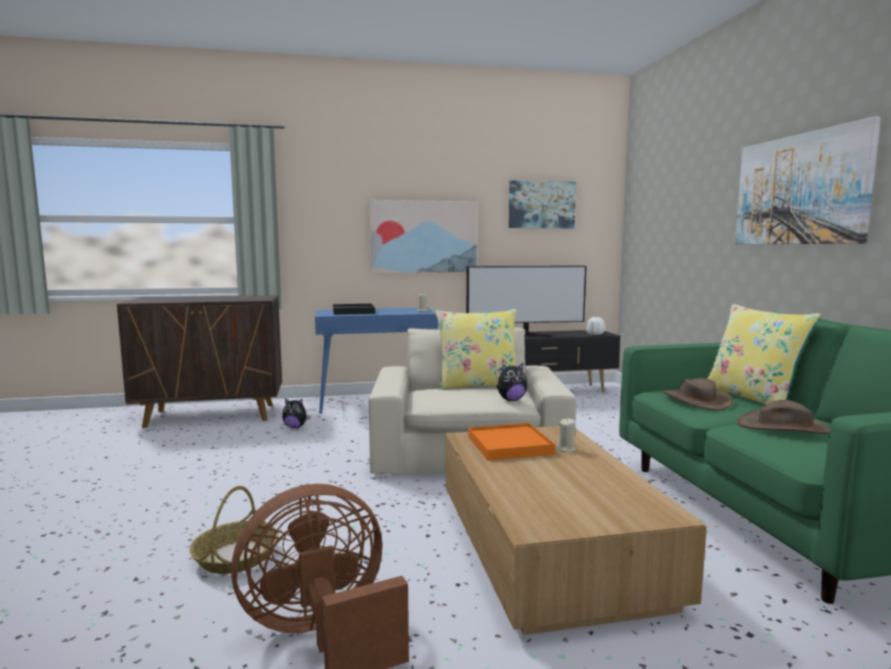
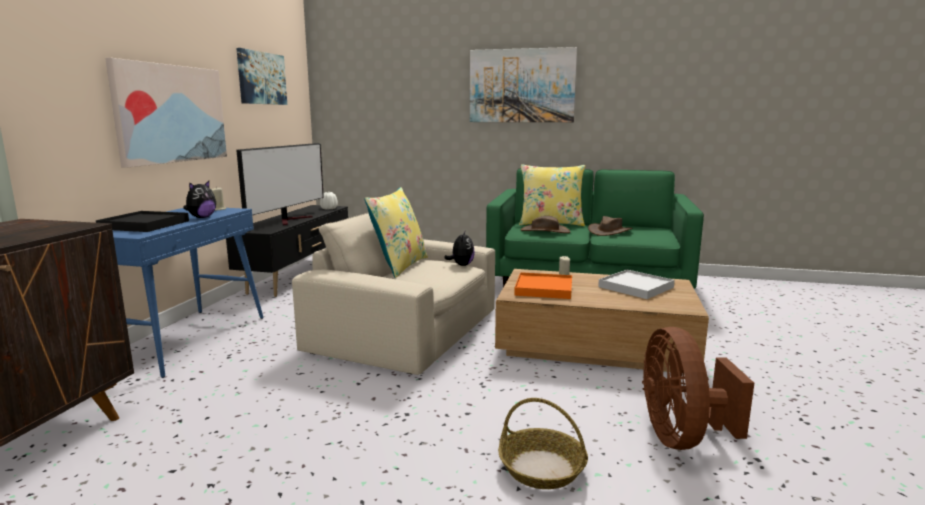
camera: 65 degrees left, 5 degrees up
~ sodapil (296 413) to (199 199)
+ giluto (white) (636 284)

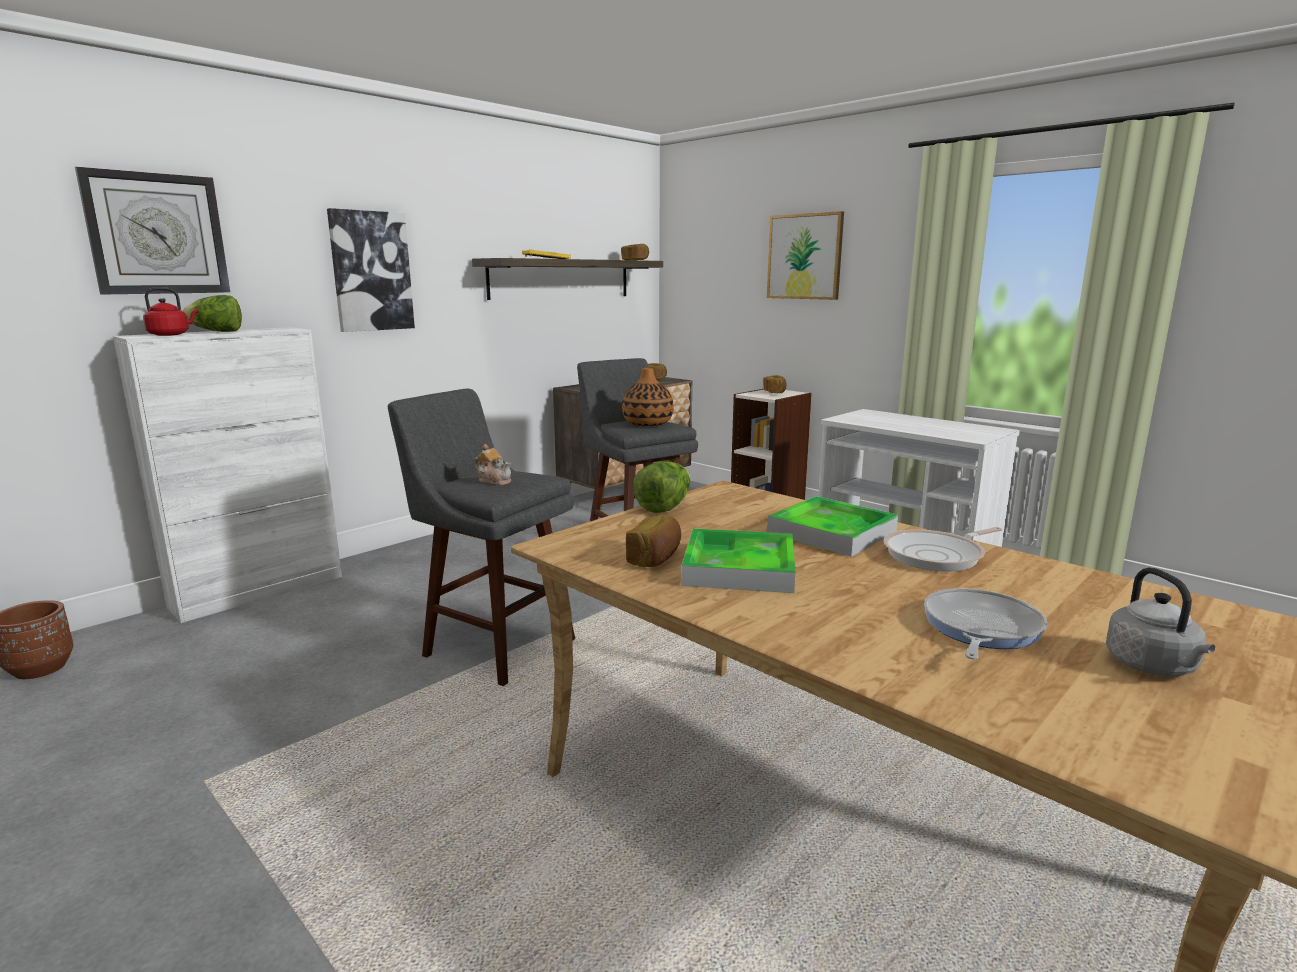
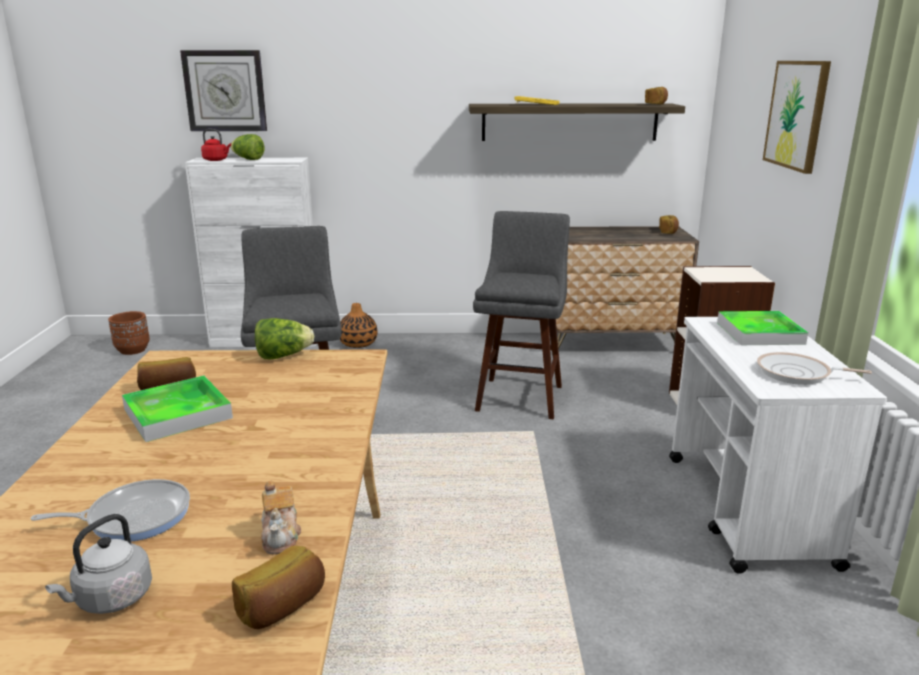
camera: 45 degrees right, 5 degrees up
~ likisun (775 384) to (278 587)
~ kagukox (492 464) to (281 517)
~ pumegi (648 397) to (358 325)
~ giluto (832 526) to (762 328)
~ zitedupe (942 549) to (814 368)
- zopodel (371 270)

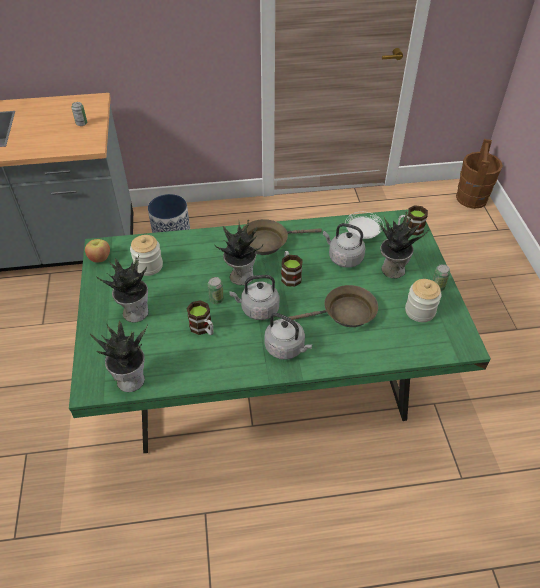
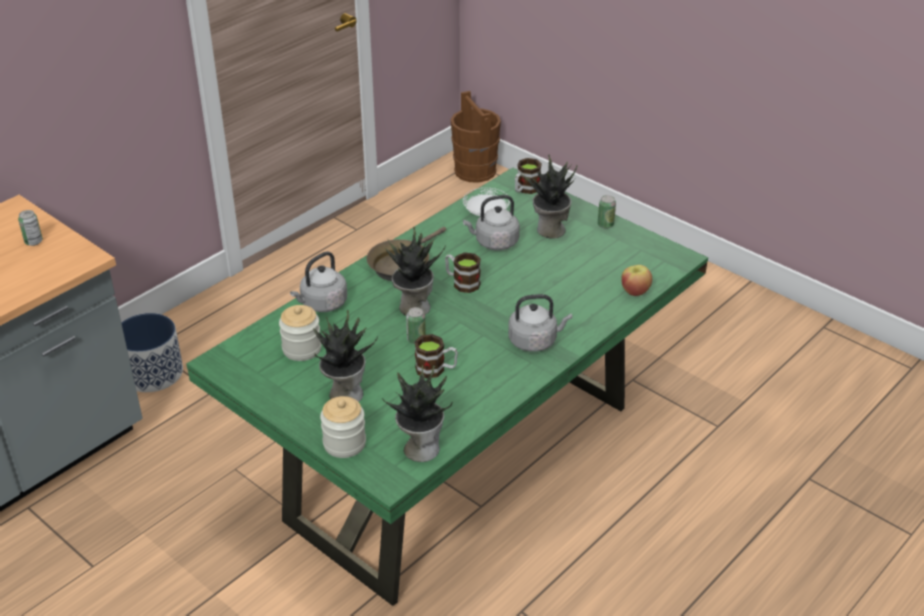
camera: 40 degrees left, 10 degrees down
~ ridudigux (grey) (254 297) to (318 281)
~ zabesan (423 300) to (343 427)
~ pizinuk (97 251) to (636 280)
- zitedupe (brown) (333 306)

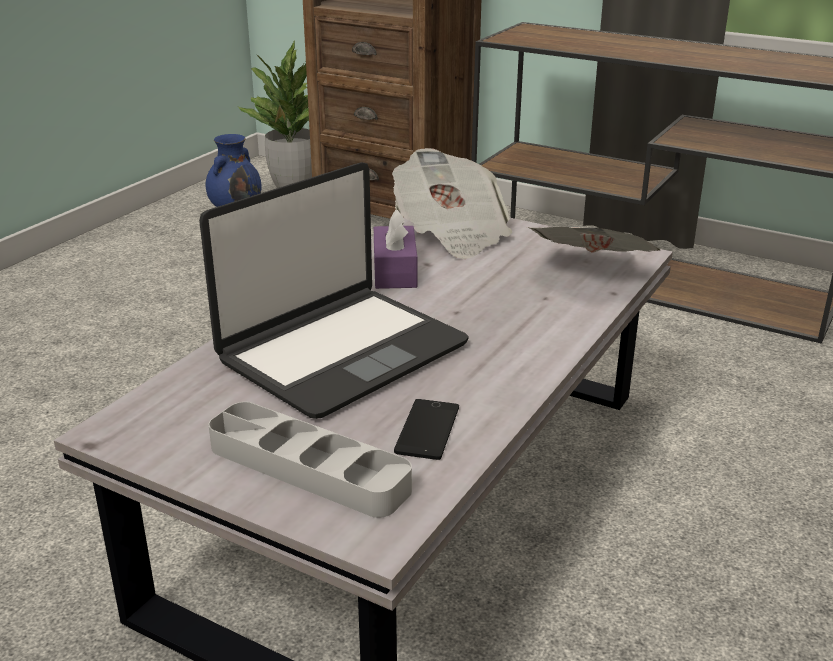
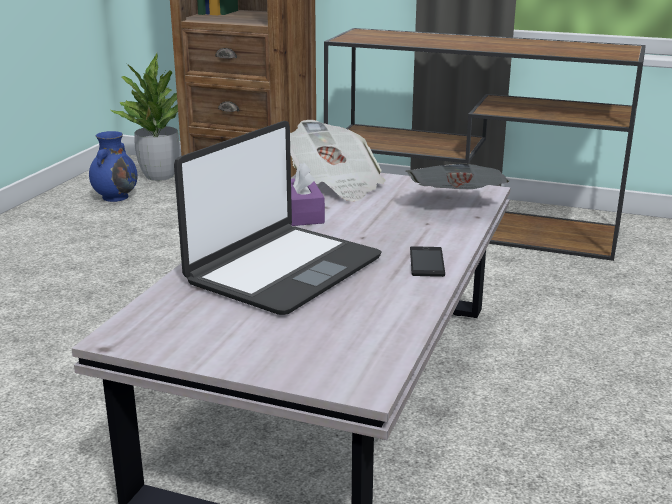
camera: 10 degrees left, 5 degrees down
~ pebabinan (426 429) to (427 261)
- giluto (grey) (310 460)

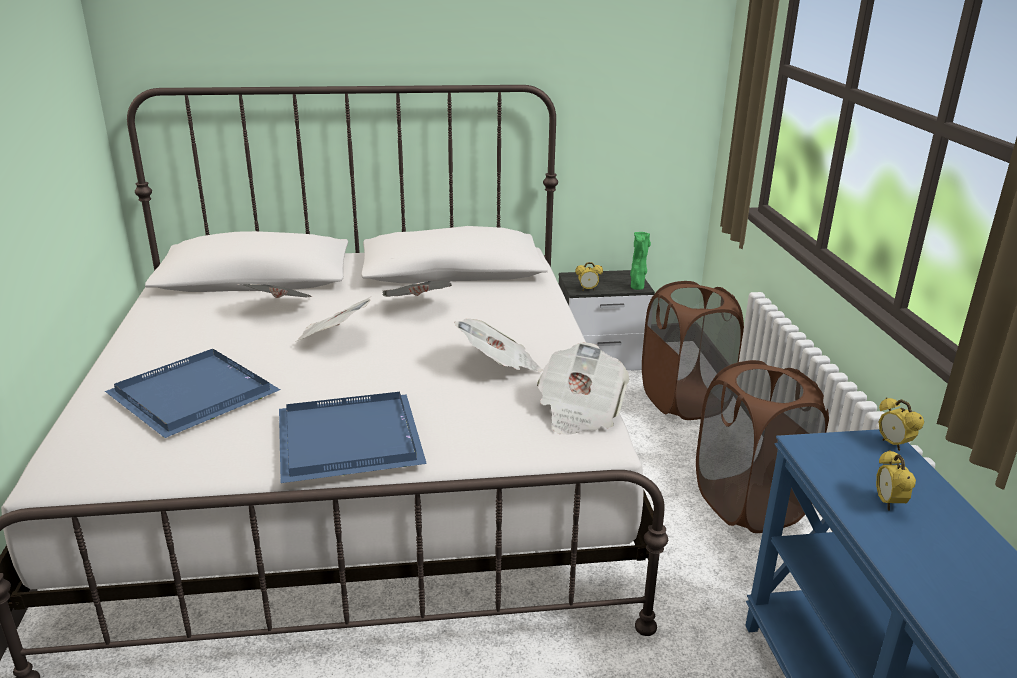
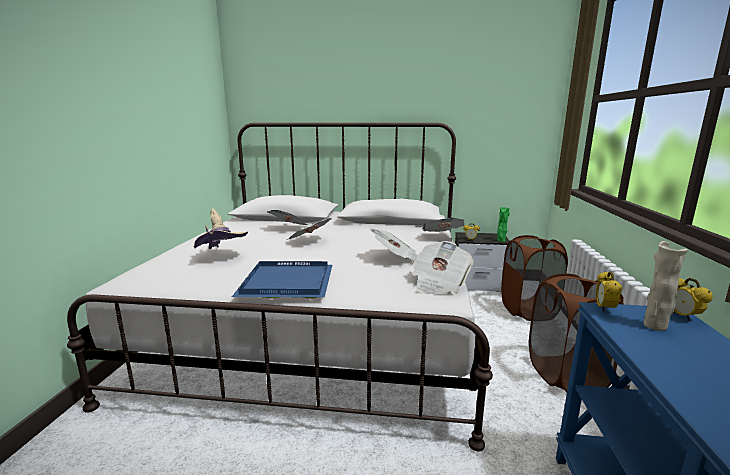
camera: 15 degrees right, 10 degrees down
~ giluto (blue) (193 393) to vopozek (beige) (220 228)
~ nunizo (417 288) to (443 225)
~ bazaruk (896 480) to (609 292)
+ pumegi (beige) (666 286)

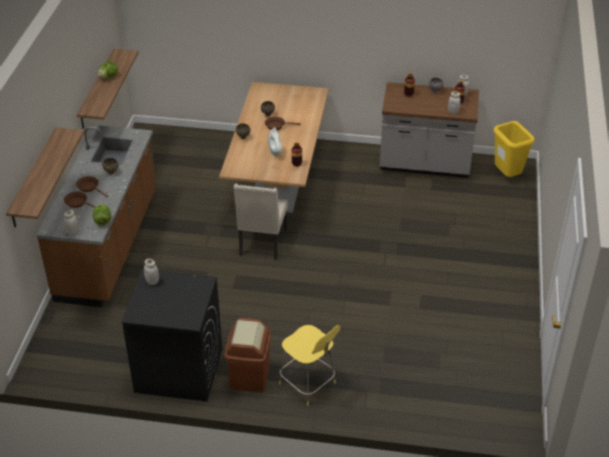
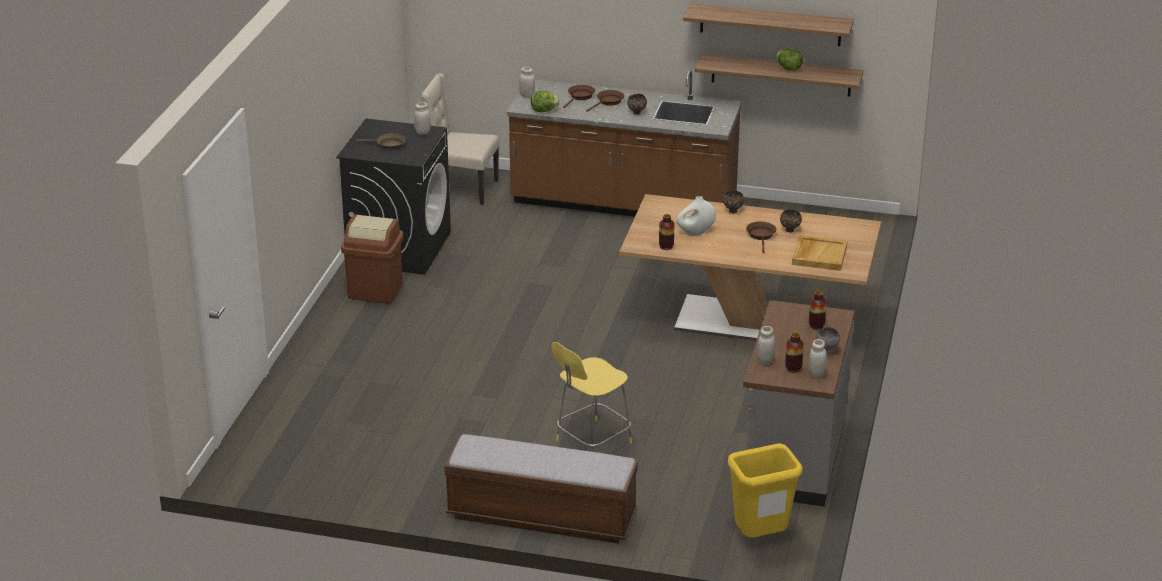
camera: 95 degrees right, 10 degrees down
+ zitedupe (brown) (381 141)
~ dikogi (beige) (261 221) to (460 139)
+ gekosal (541 488)
~ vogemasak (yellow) (310 365) to (591 397)
~ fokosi (45 177) to (768 24)
+ giluto (beige) (819 253)

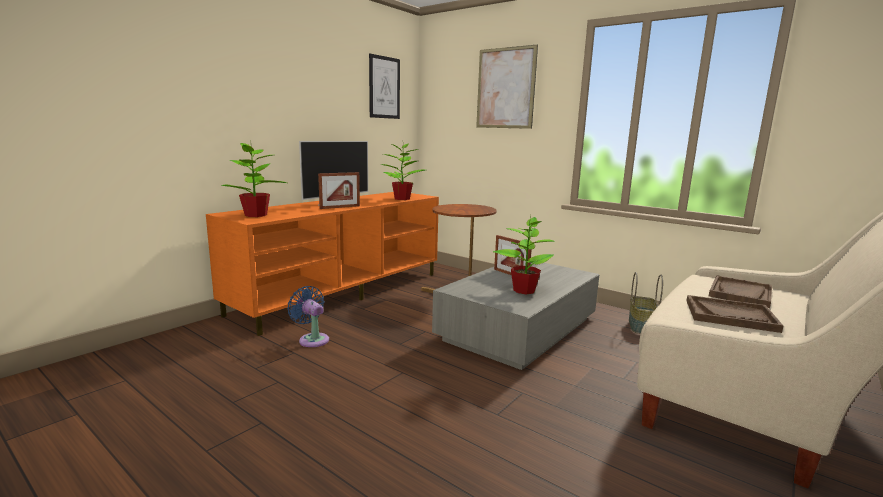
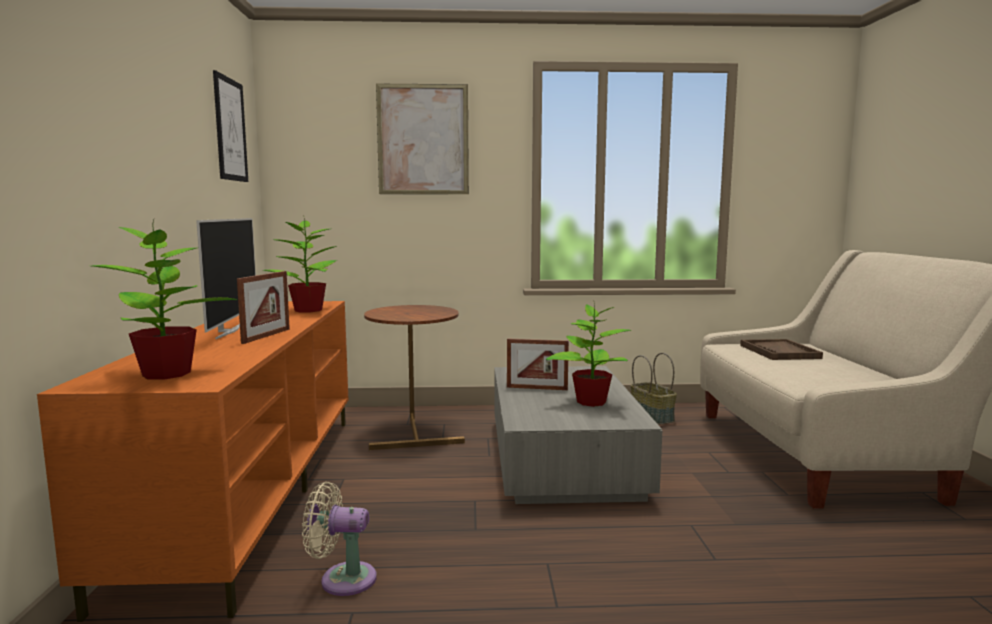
camera: 40 degrees left, 5 degrees down
~ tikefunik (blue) (308 316) to tikefunik (beige) (339 539)
- giluto (brown) (735 314)

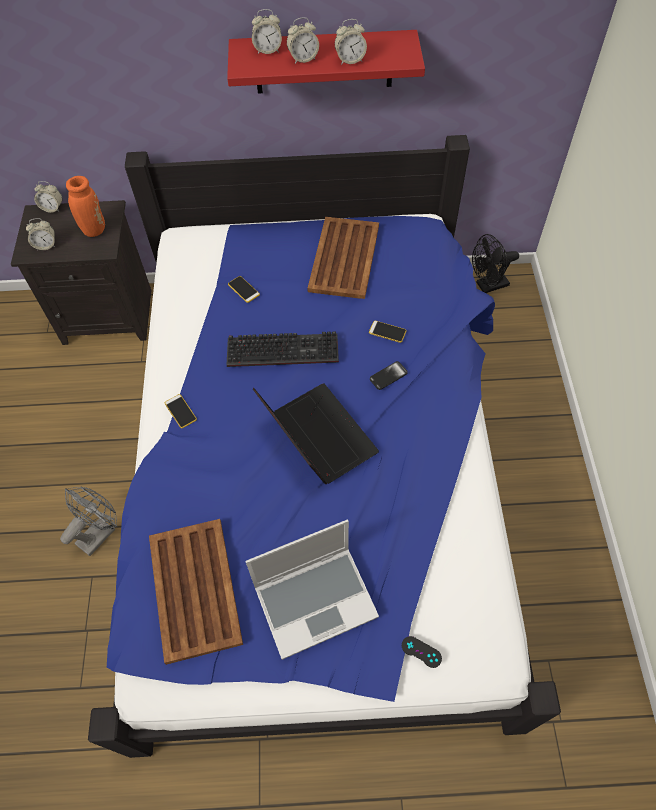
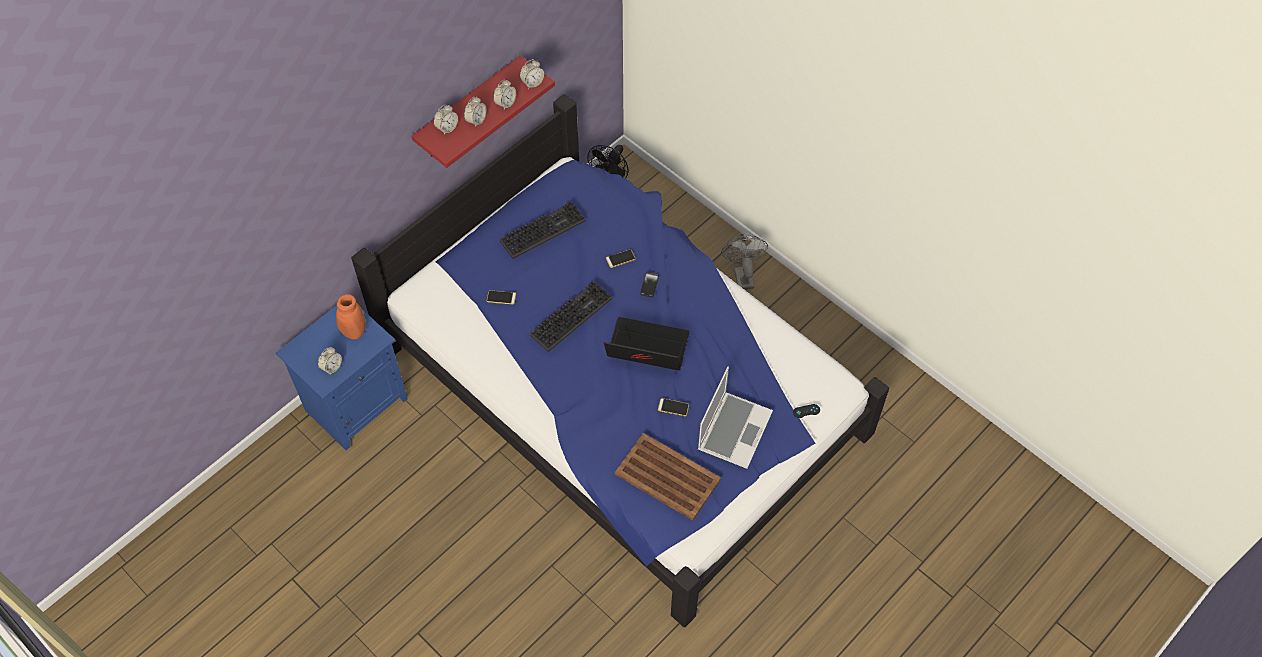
camera: 45 degrees left, 0 degrees up
~ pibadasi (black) (81 272) to pibadasi (blue) (342 377)
~ giluto (brown) (343 258) to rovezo (543 230)
~ bazaruk (48 197) to (532 74)
~ pebabinan (181 411) to (673 407)
~ tikefunik (grey) (88 521) to (744 262)

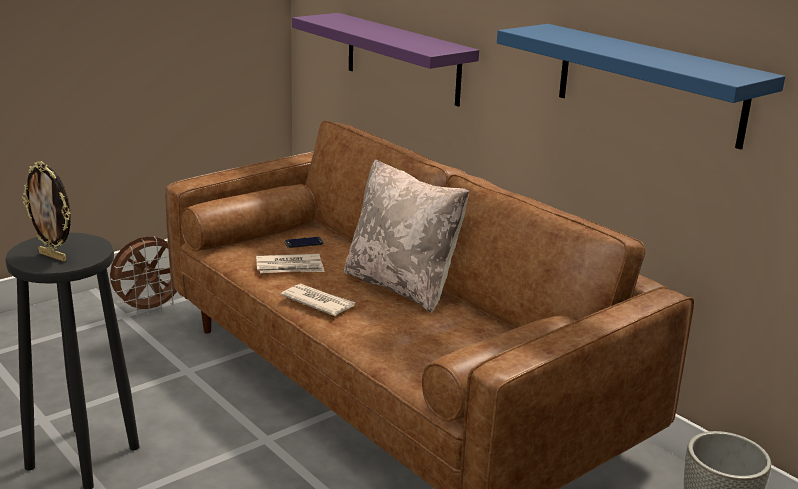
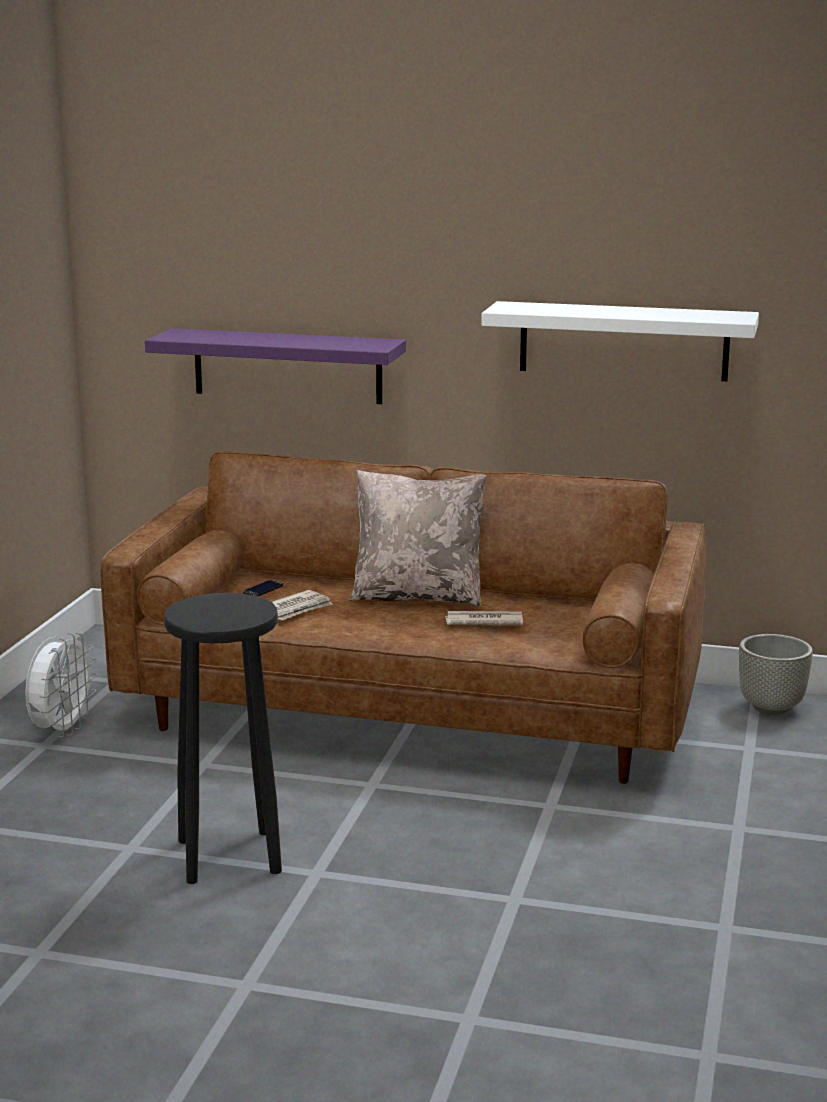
camera: 35 degrees left, 5 degrees down
~ tikefunik (brown) (143 275) to tikefunik (white) (61 685)
~ nunizo (318 299) to (484 618)
~ fokosi (blue) (641 87) to fokosi (white) (620 341)
- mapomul (46 211)

